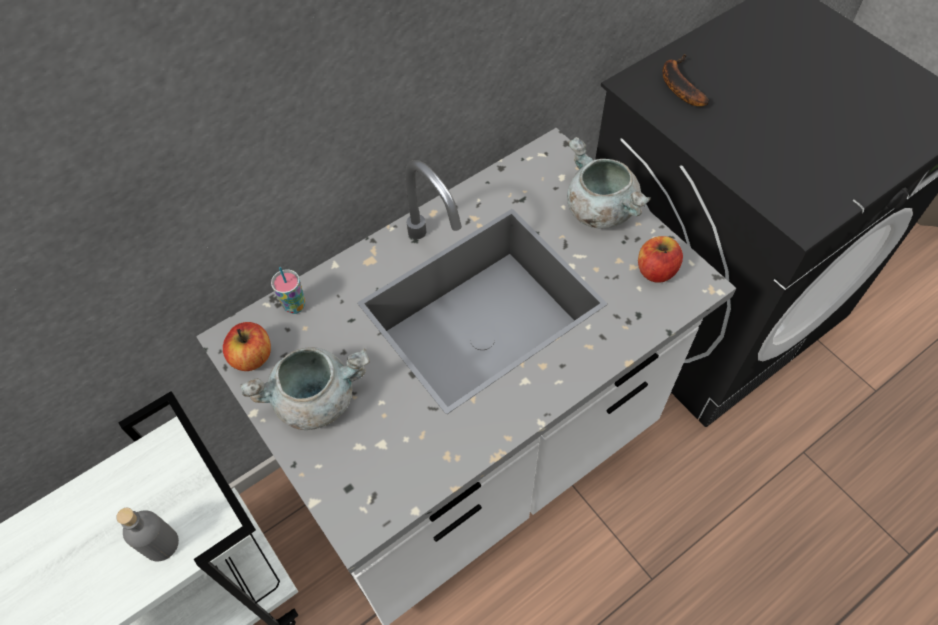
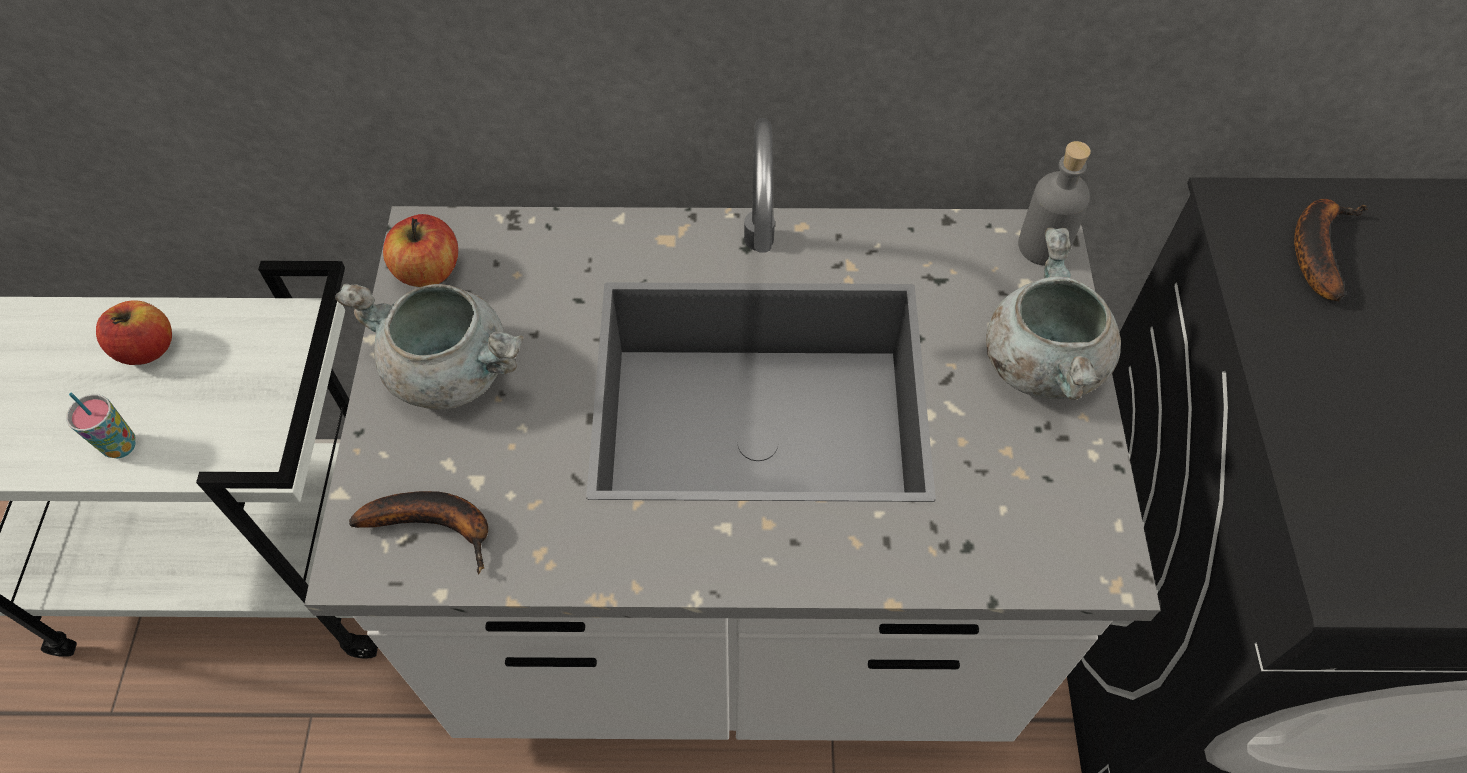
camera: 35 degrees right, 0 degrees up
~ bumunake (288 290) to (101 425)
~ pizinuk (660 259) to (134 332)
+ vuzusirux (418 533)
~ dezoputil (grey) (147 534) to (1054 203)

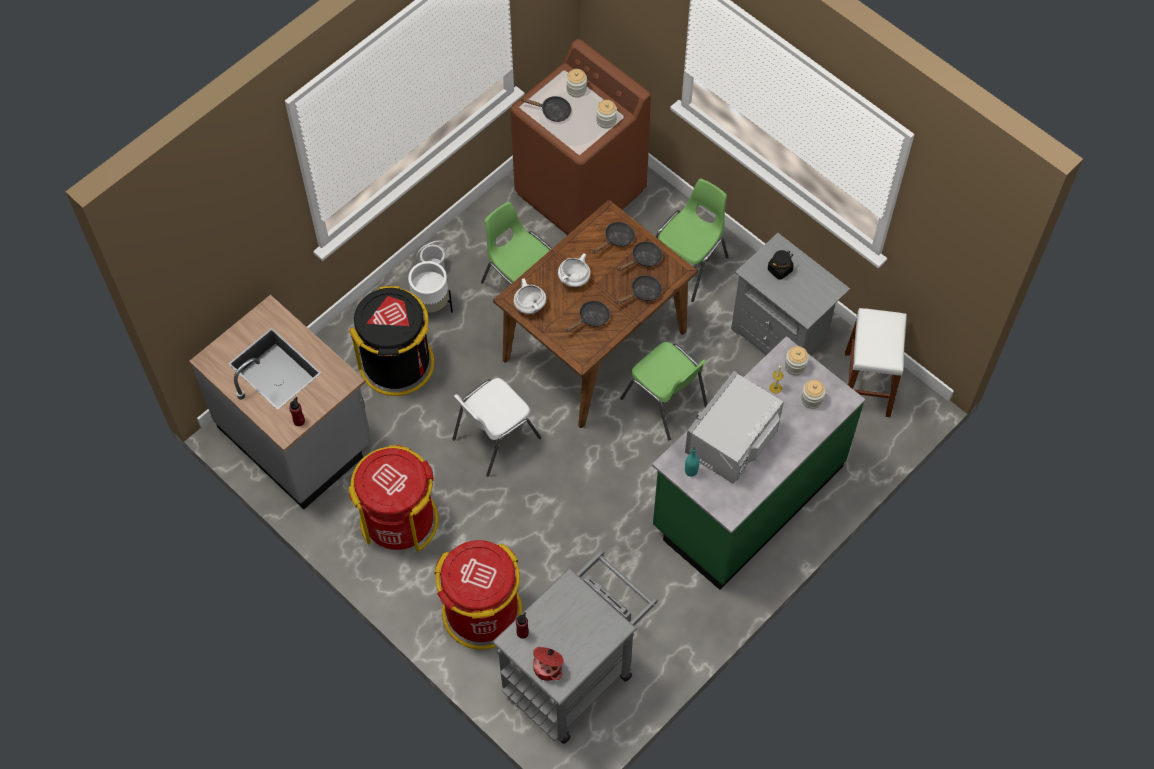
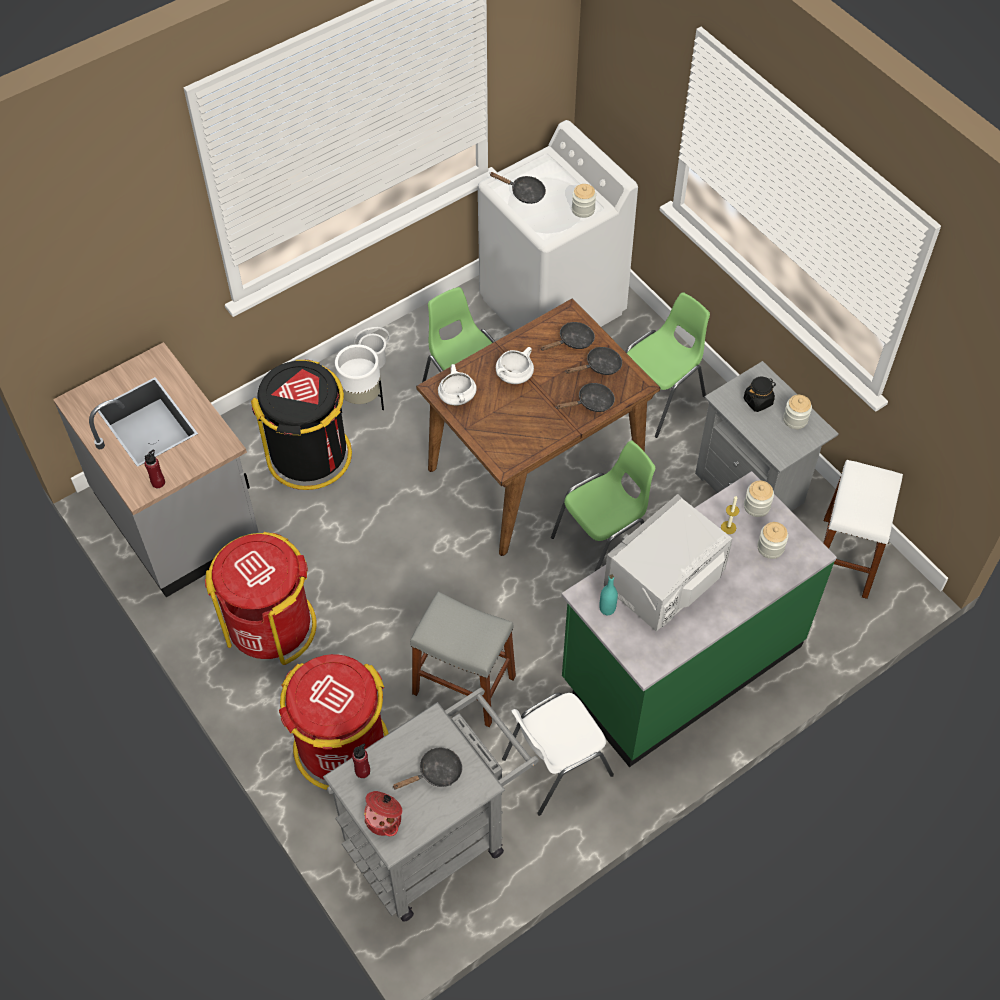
camera: 10 degrees right, 5 degrees down
~ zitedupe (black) (587 316) to (427 768)
+ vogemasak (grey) (463 659)
~ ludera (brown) (580 137) to ludera (white) (558 225)
~ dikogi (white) (497 427) to (558 754)
~ dikogi (green) (664 391) = (603 505) 90 degrees counterclockwise
~ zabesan (576 83) to (797 412)

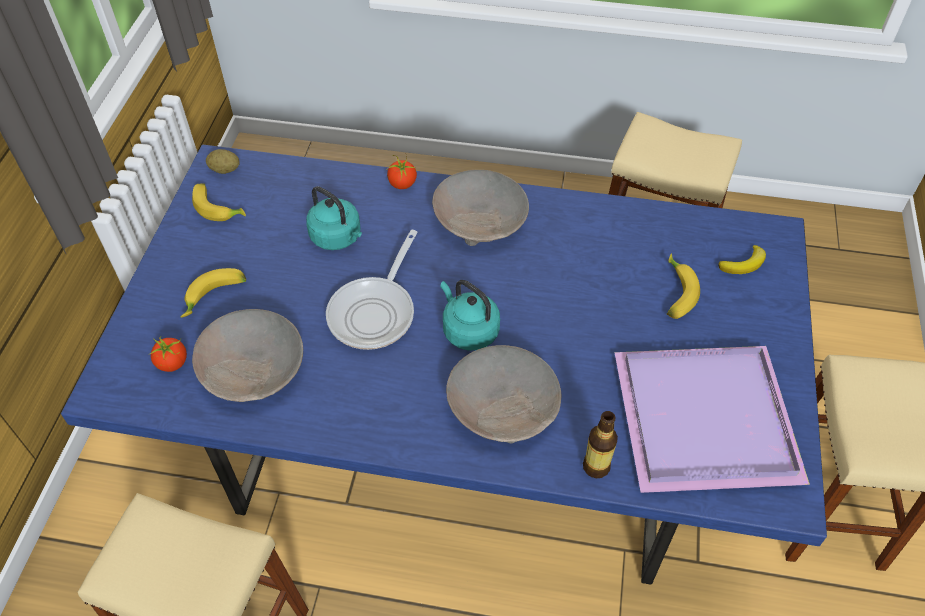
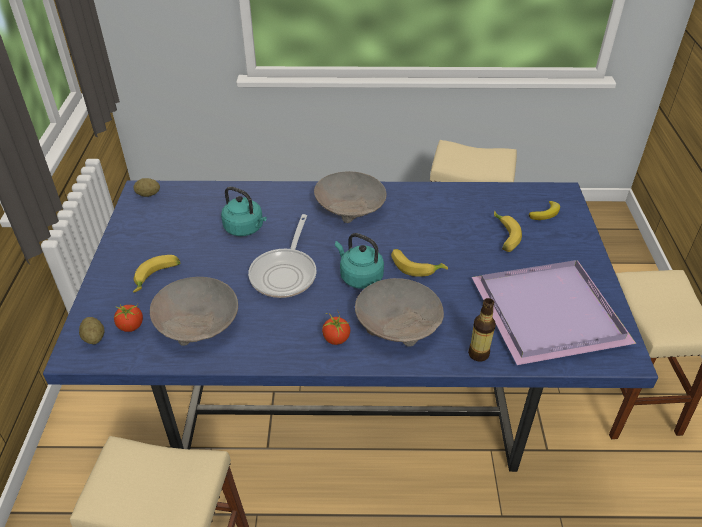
camera: 10 degrees left, 10 degrees down
+ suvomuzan (92 330)
~ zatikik (401 172) to (336 328)
~ vuzusirux (219 202) to (419 263)

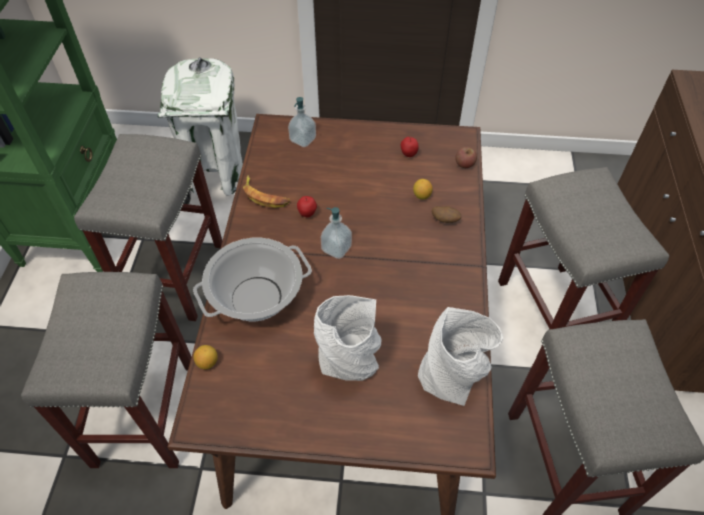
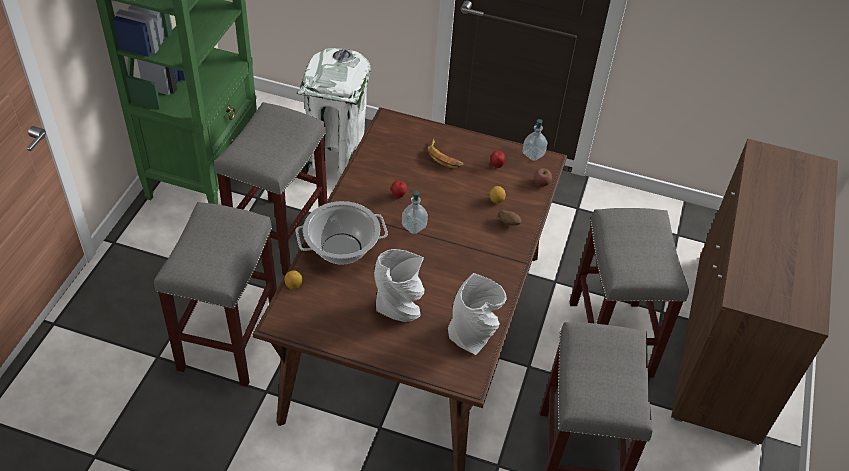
camera: 10 degrees right, 5 degrees down
~ vuzusirux (266 191) to (446 153)
~ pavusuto (302 122) to (535 140)

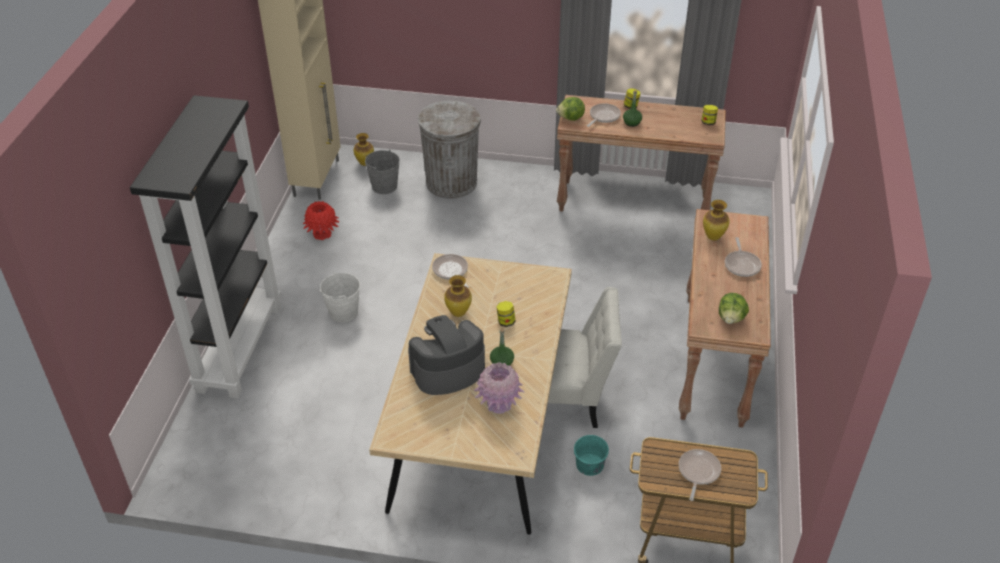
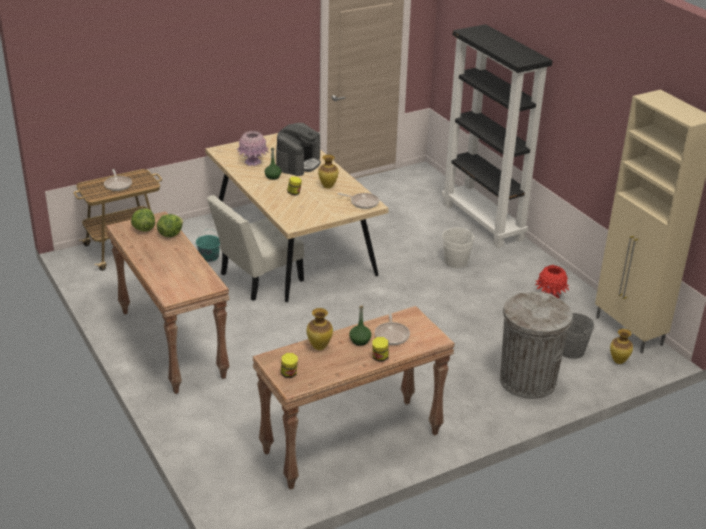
camera: 140 degrees right, 10 degrees down
~ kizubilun (570 109) to (170 225)
~ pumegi (716 220) to (320 329)
- zitedupe (743 257)

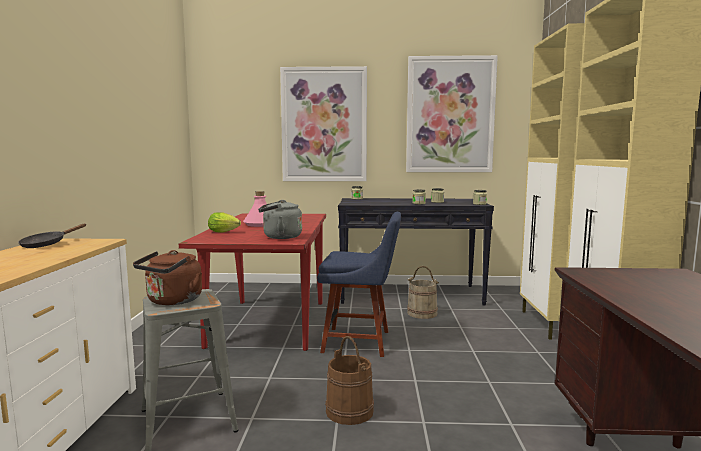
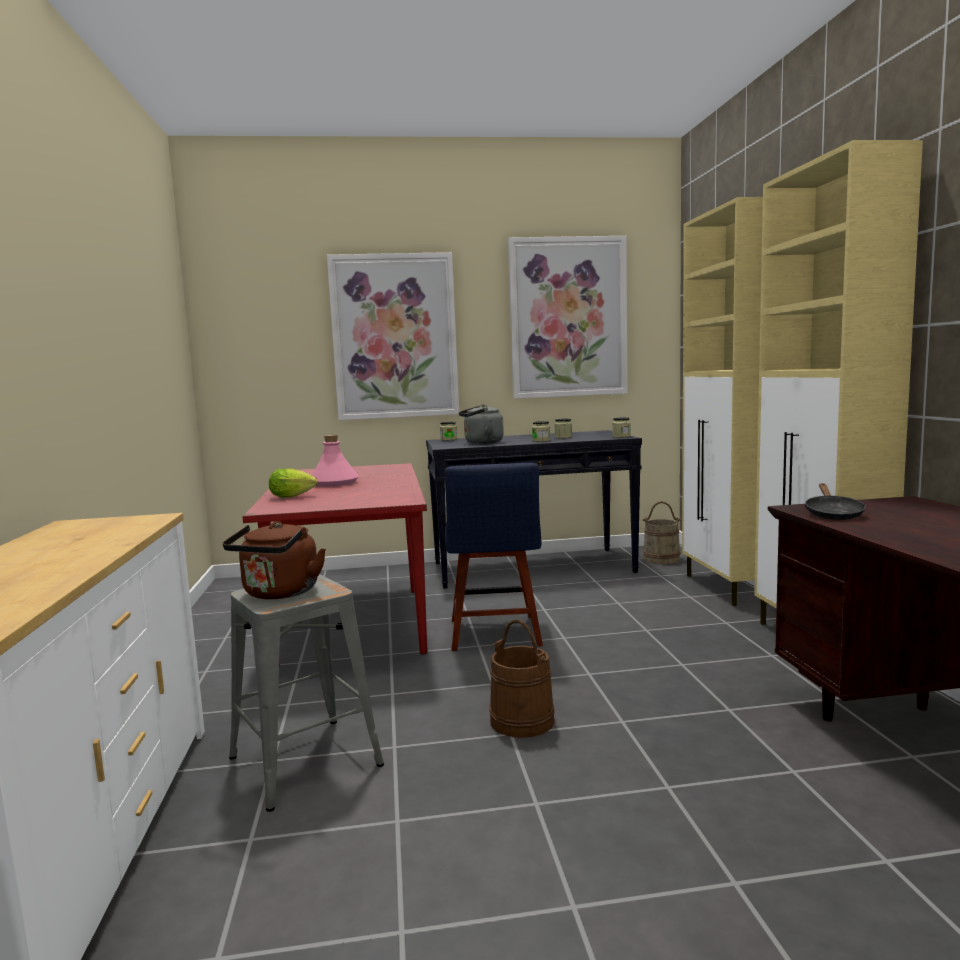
camera: 10 degrees left, 0 degrees up
~ dikogi (blue) (359 284) = (494 557) 90 degrees clockwise
~ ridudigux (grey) (280 219) to (481 424)
~ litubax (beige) (423 292) to (661 532)
~ zitedupe (black) (52 236) to (835 501)

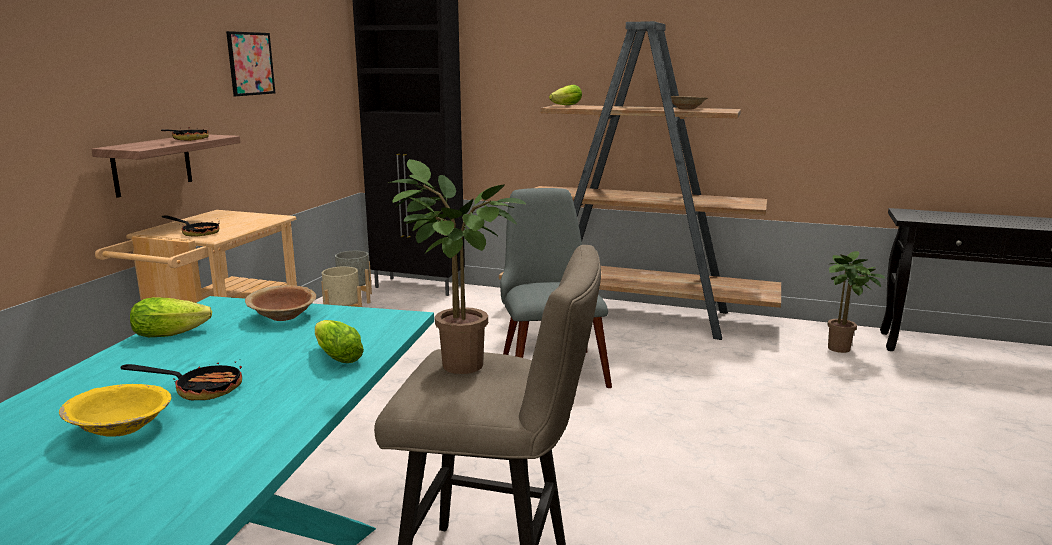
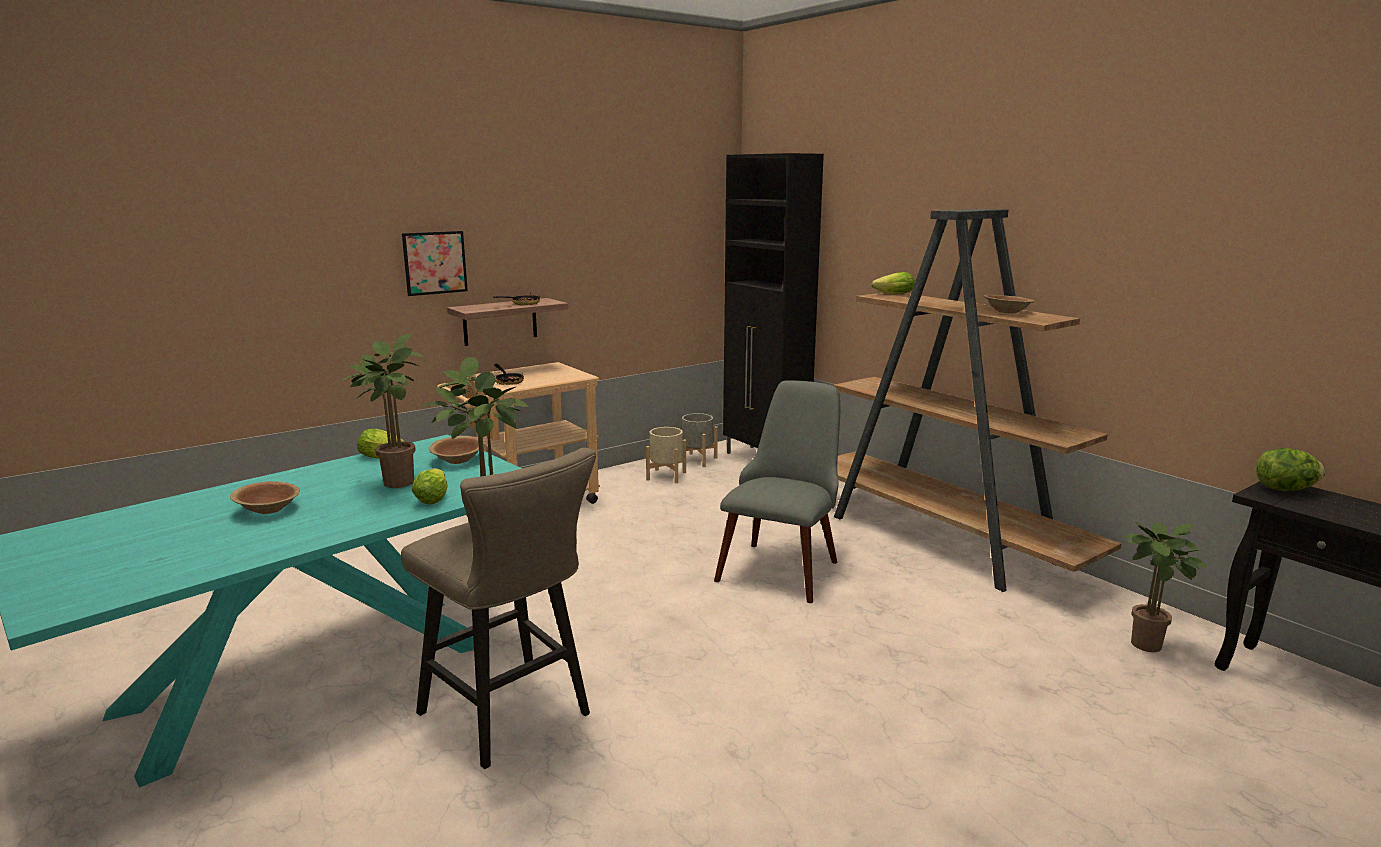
camera: 35 degrees right, 0 degrees up
~ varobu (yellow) (115 410) to varobu (brown) (265 497)
+ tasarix (383 410)
~ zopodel (250 63) to (435 263)
+ kizubilun (1291 469)
- zitedupe (181 380)

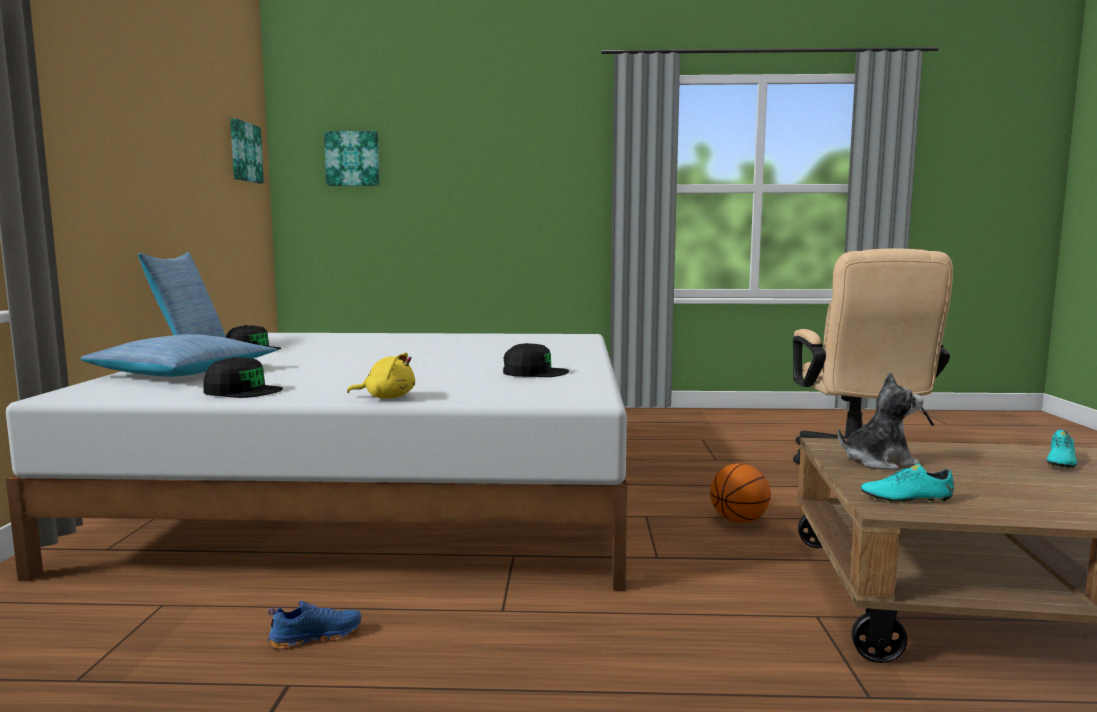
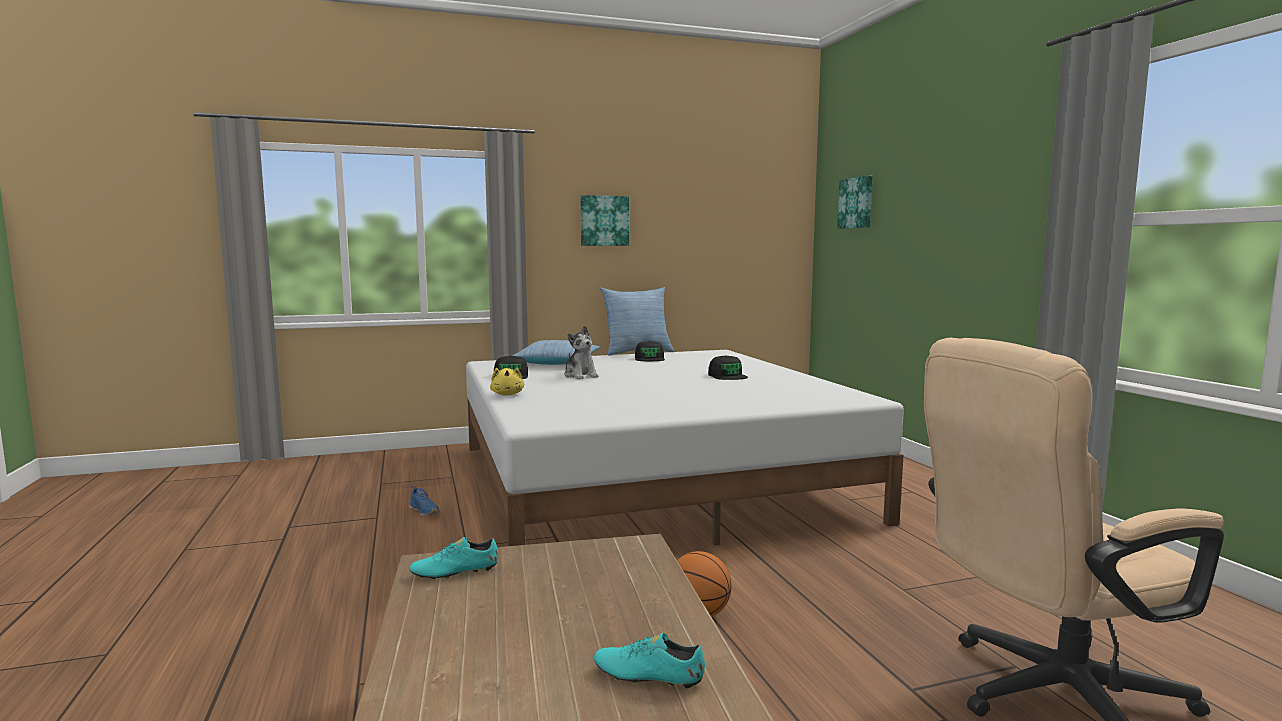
camera: 70 degrees right, 0 degrees up
~ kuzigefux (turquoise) (907 483) = (454 558) 90 degrees counterclockwise
~ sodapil (880 421) to (581 352)
~ zopodel (247 151) to (604 220)
~ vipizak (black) (536 360) to (728 367)

